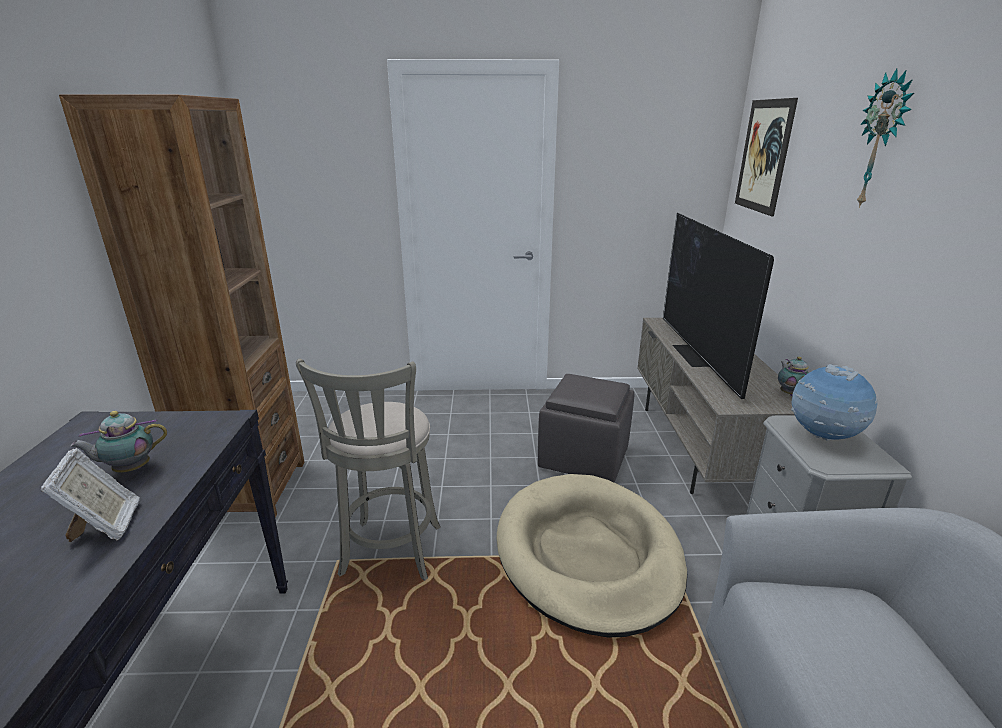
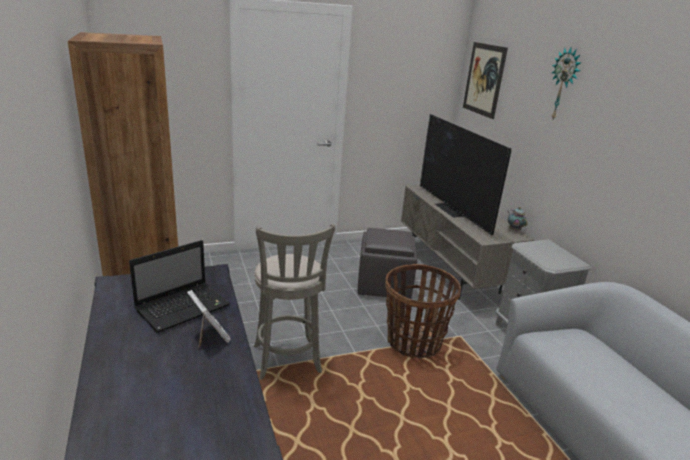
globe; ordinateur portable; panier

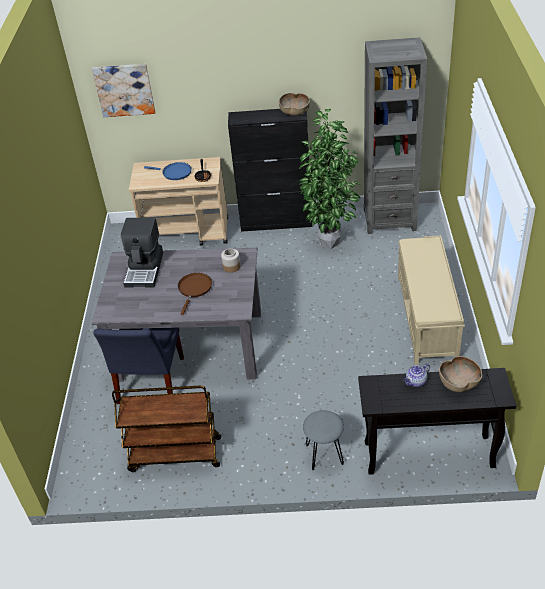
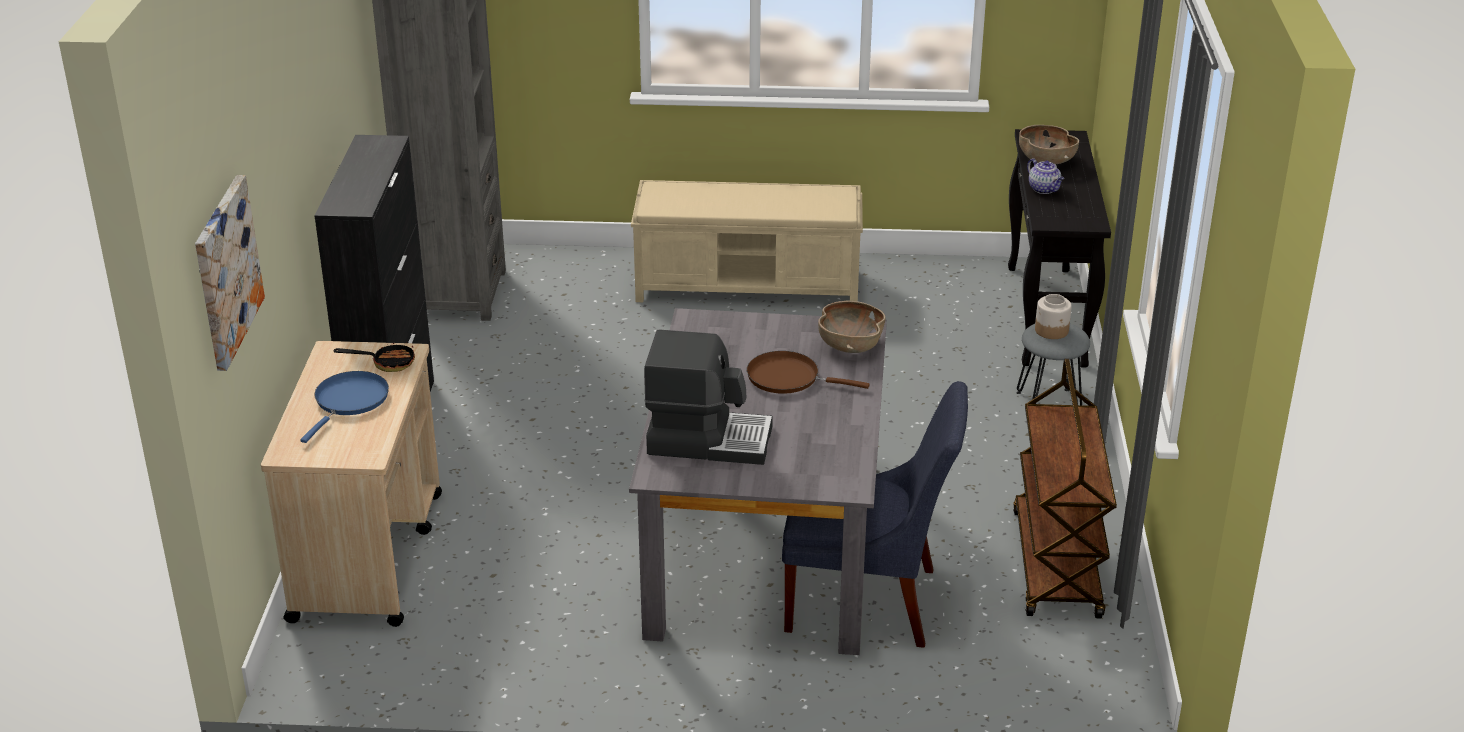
plante en pot; bocal; bol [marron] (1st from left)

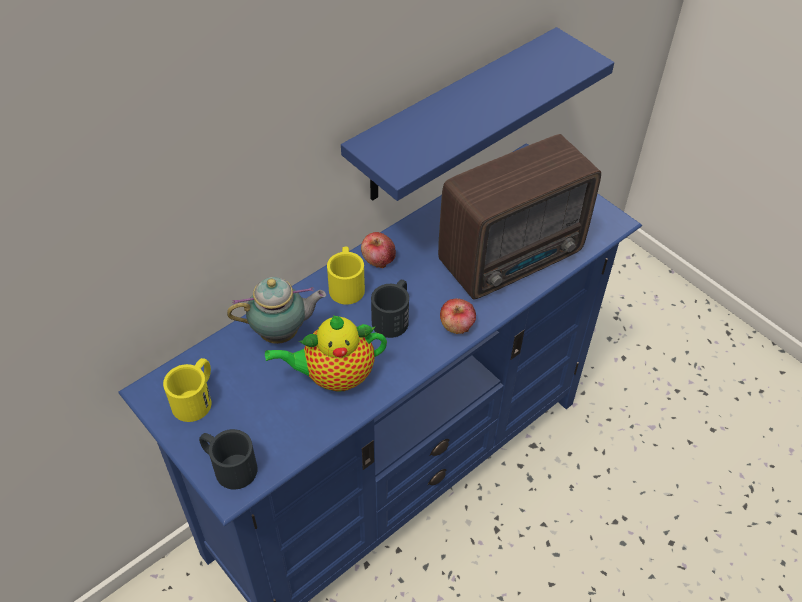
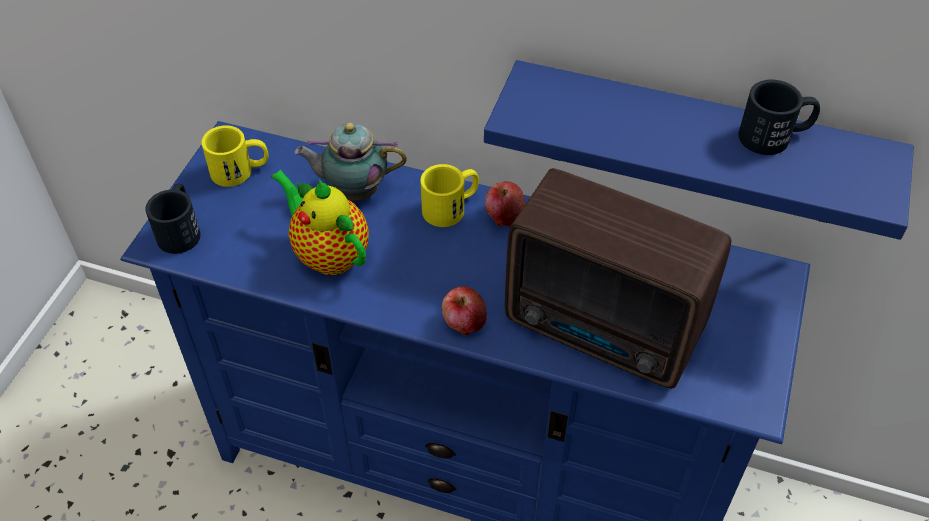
mug [noir] (2nd from left); théière (2nd from left)

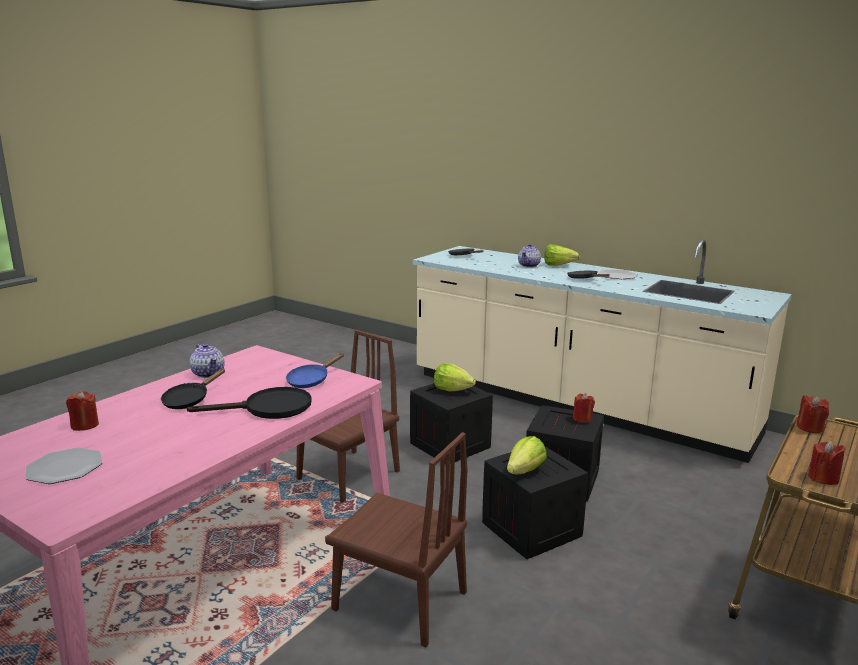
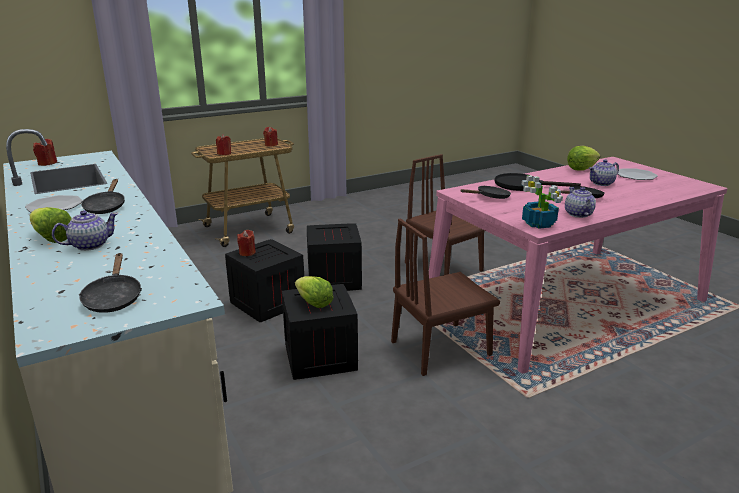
plante en pot; théière (3rd from left); bougie [rouge] (1st from left); laitue (3rd from left); poêle [noir] (3rd from left)

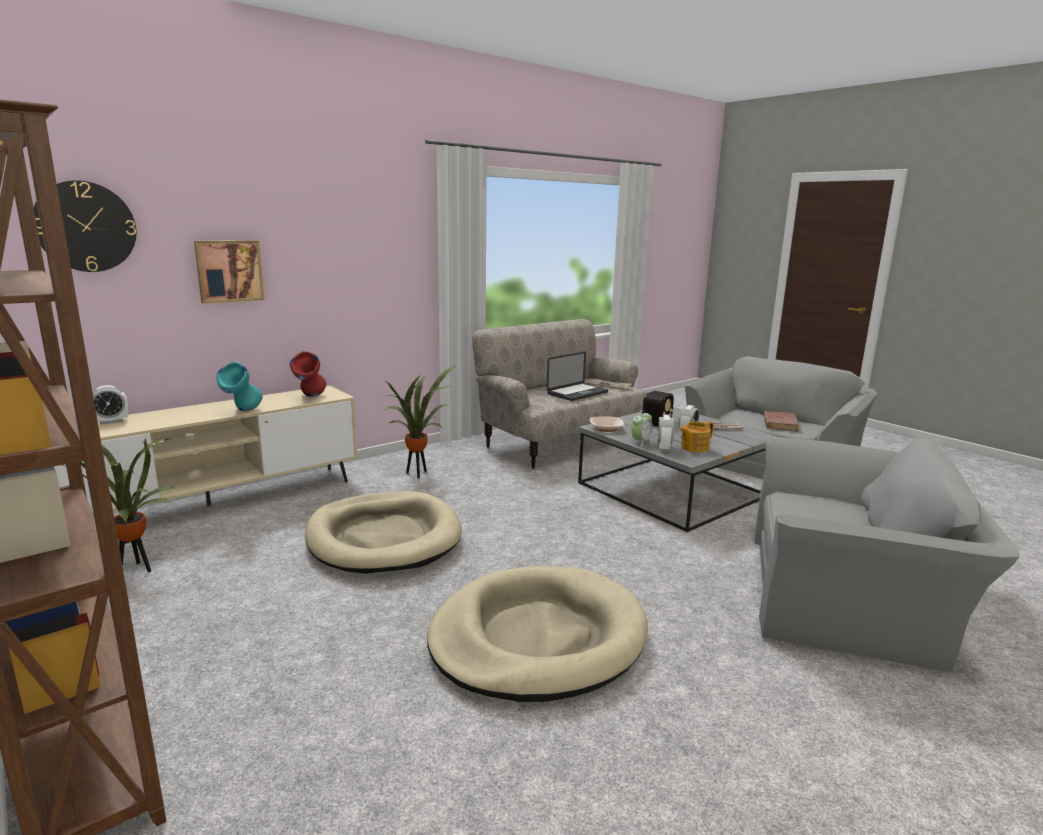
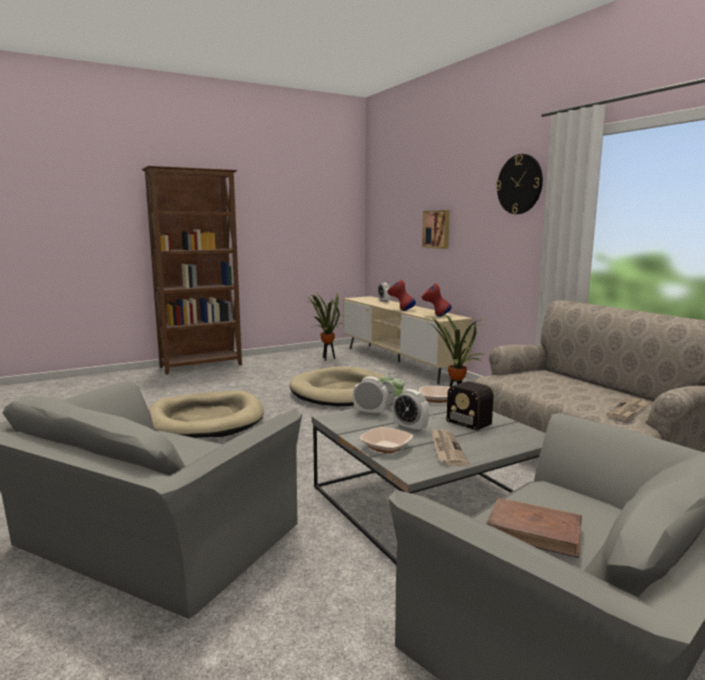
ordinateur portable; théière; bol (1st from left); horloge murale; vase [rouge] (1st from left)

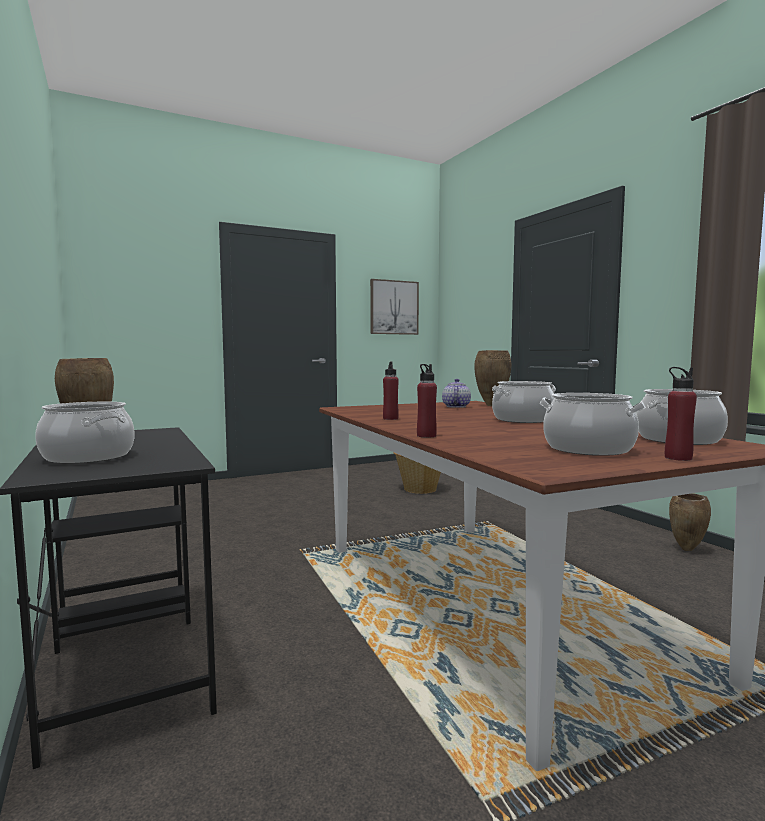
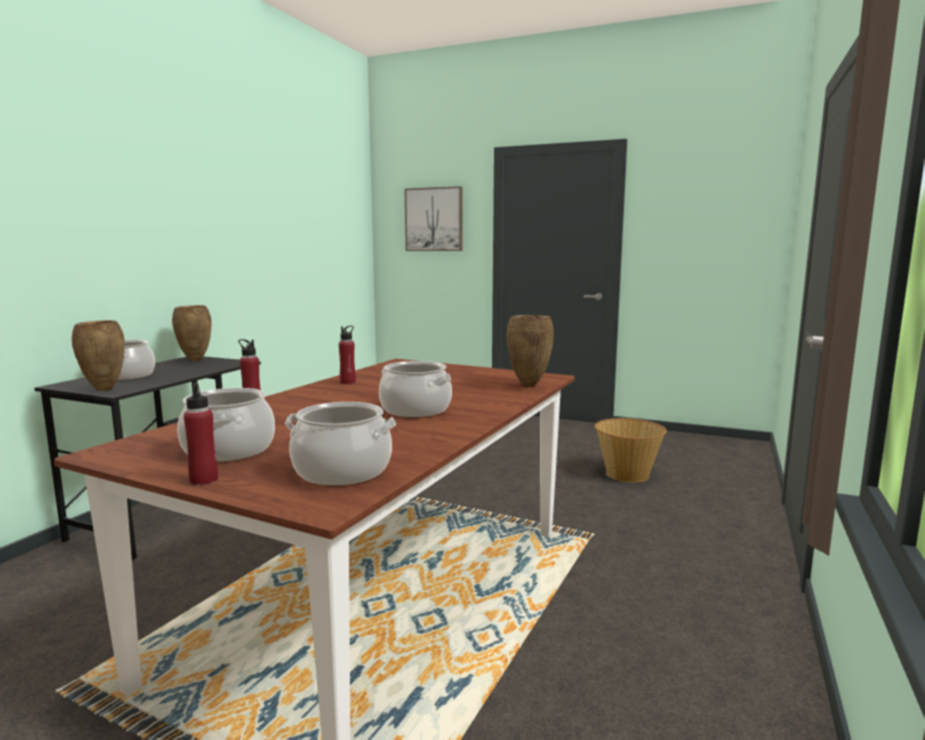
théière; tableau; vase [marron] (1st from left)

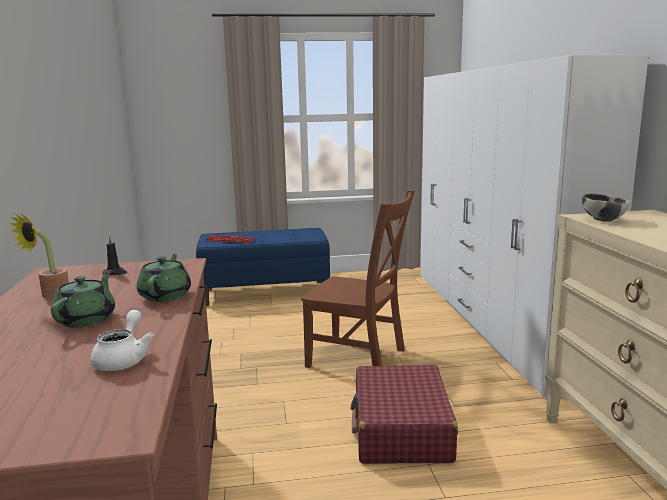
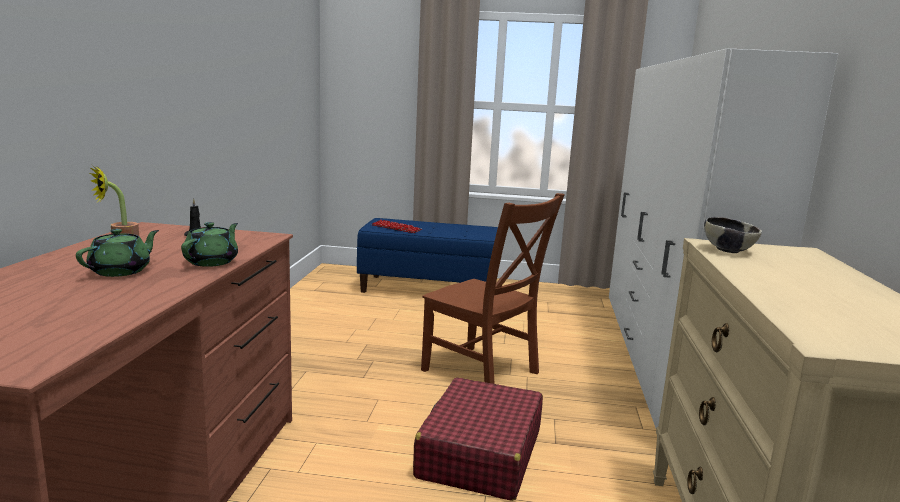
théière [blanc]

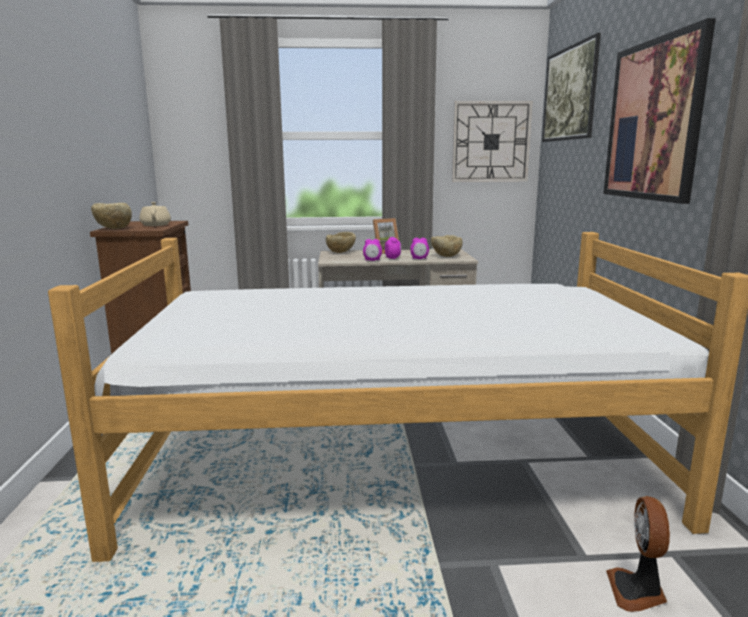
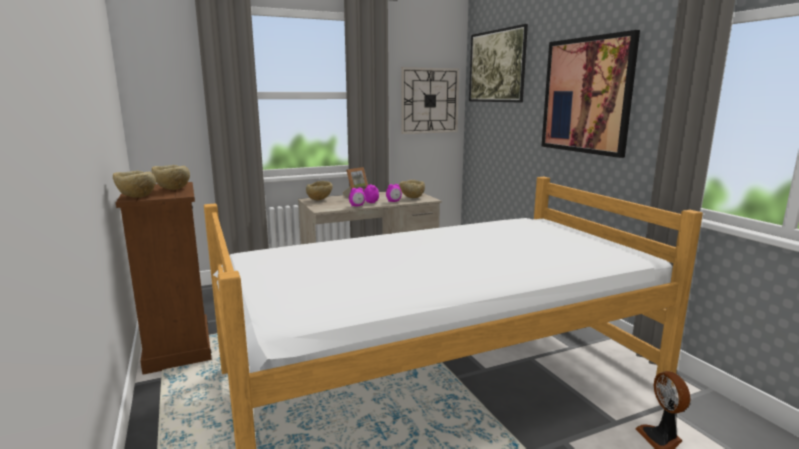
bol [beige] (2nd from left)

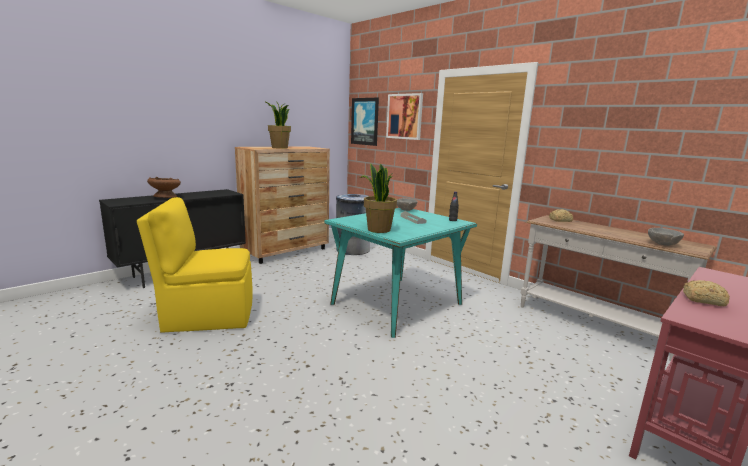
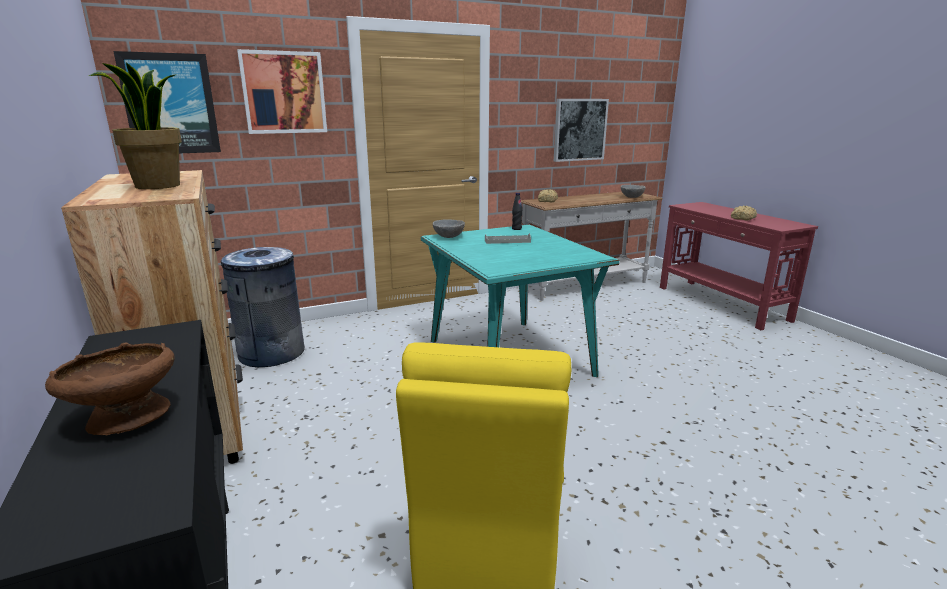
plante en pot (2nd from left in the first image); tableau (3rd from left)

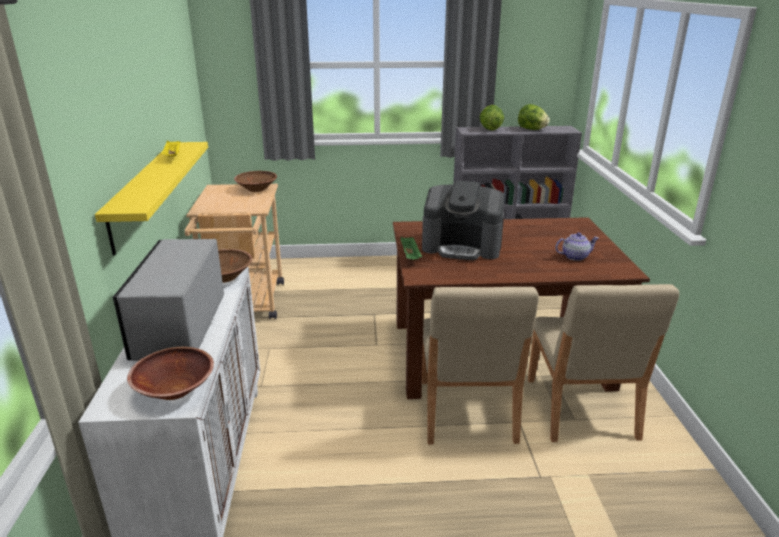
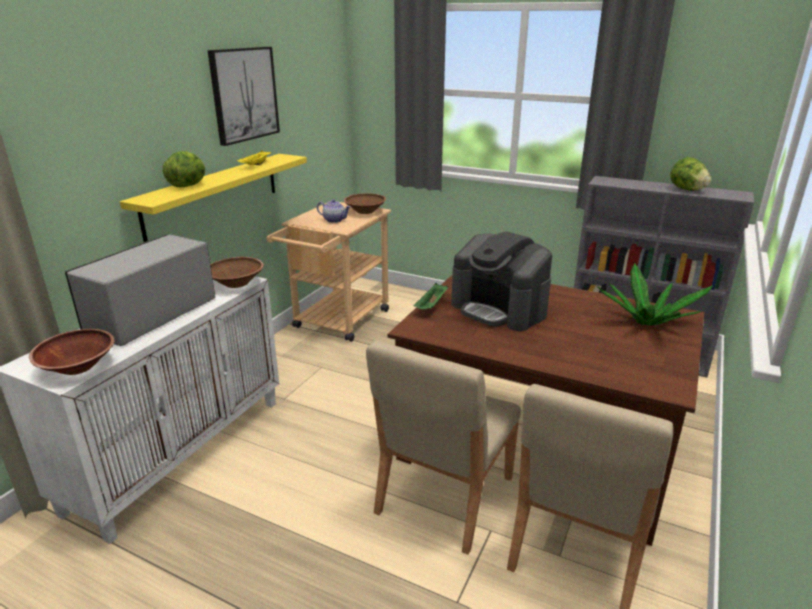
tableau; plante en pot; laitue (1st from left); théière

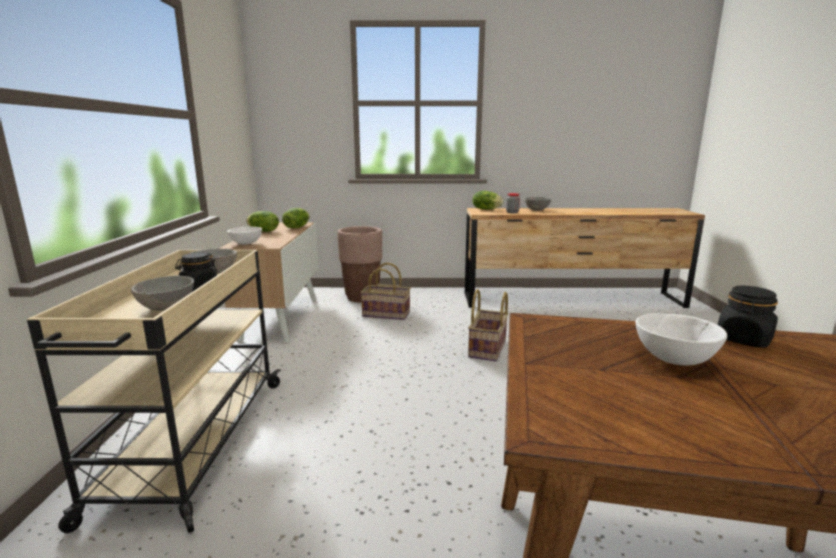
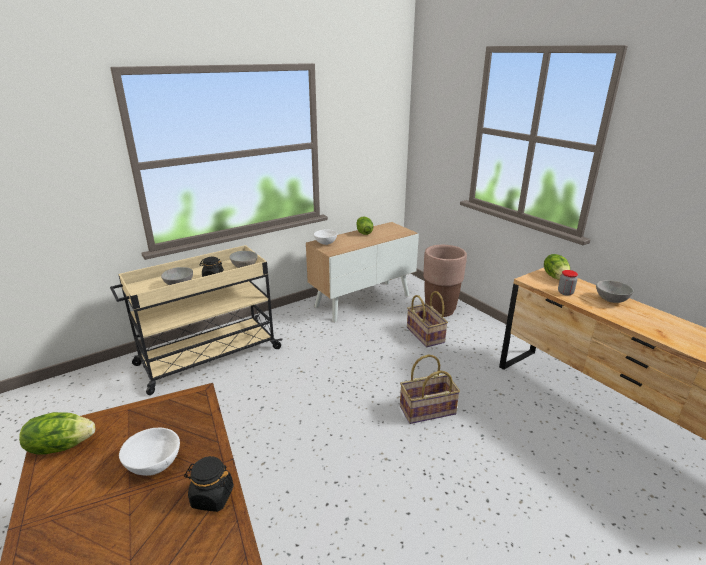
laitue (1st from left)

